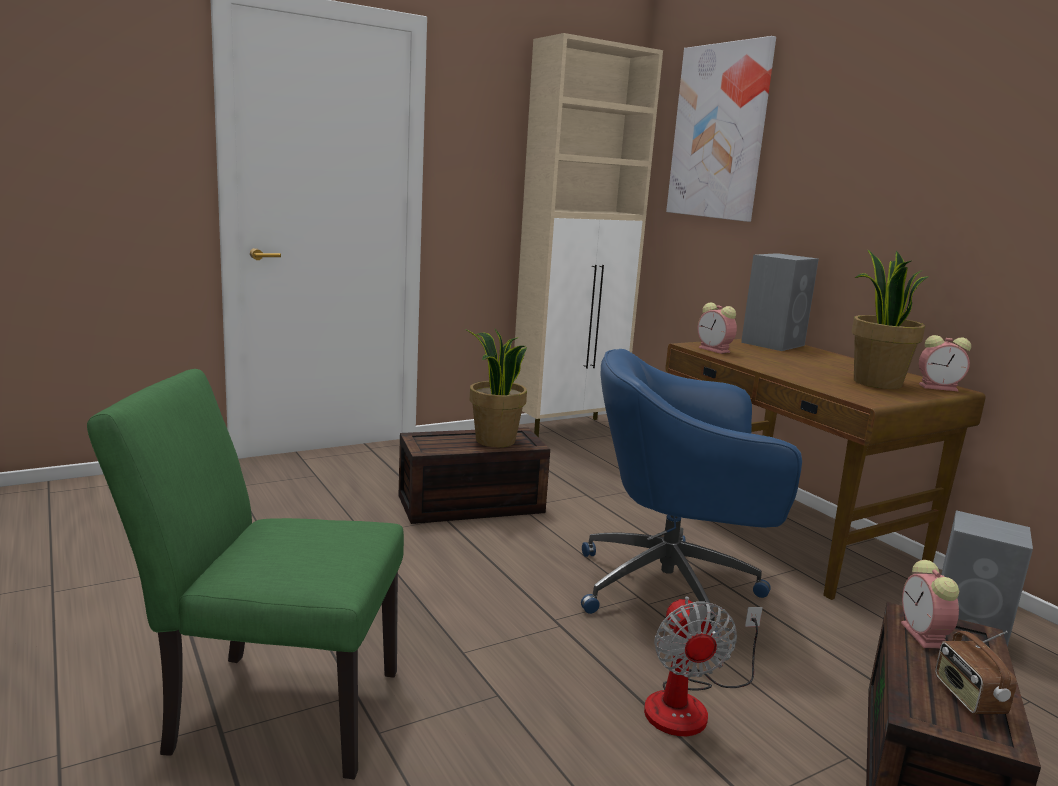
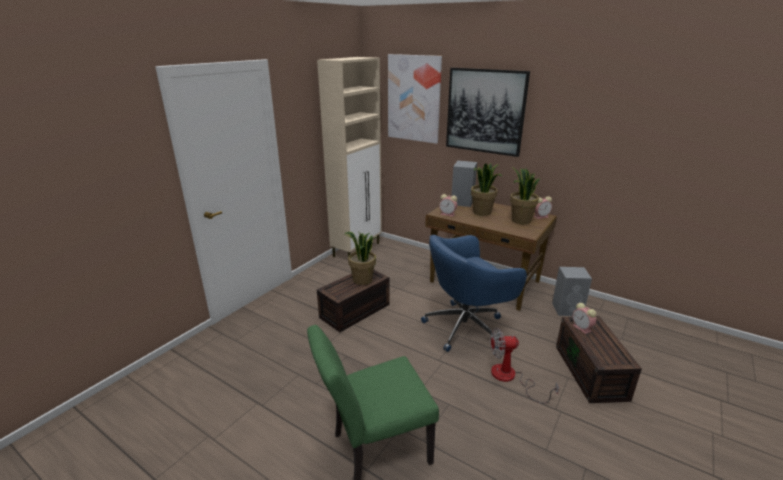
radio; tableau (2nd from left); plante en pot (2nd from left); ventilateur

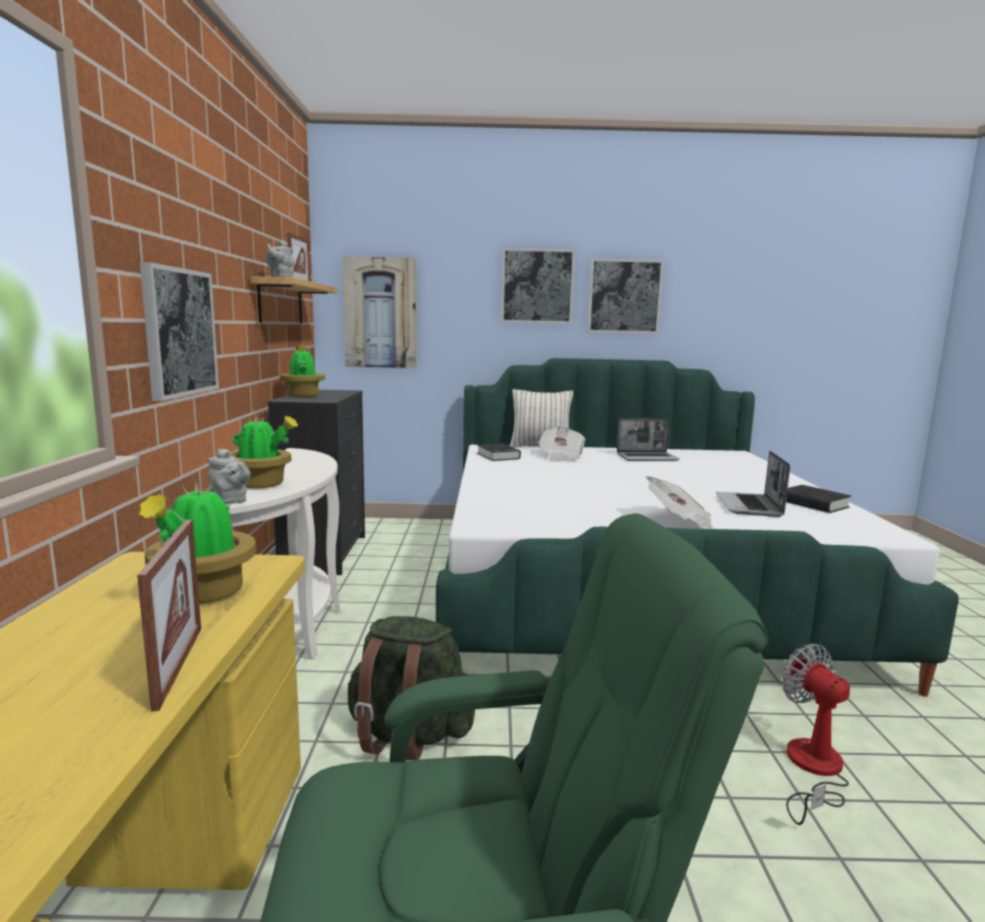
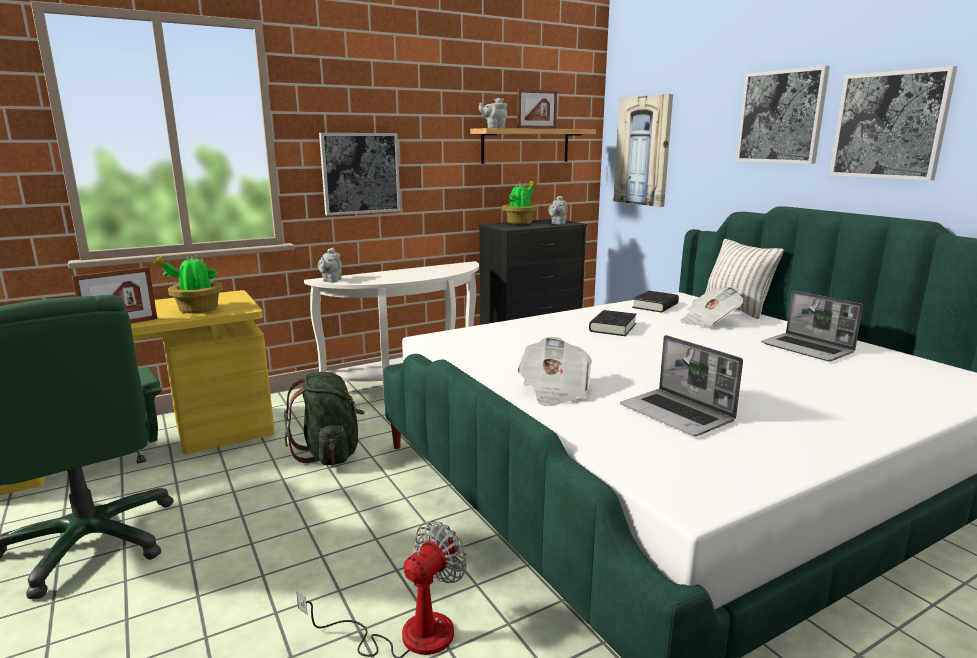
plante en pot (2nd from left in the first image); théière [gris] (3rd from left); livre [noir] (1st from left); ordinateur portable (1st from left)

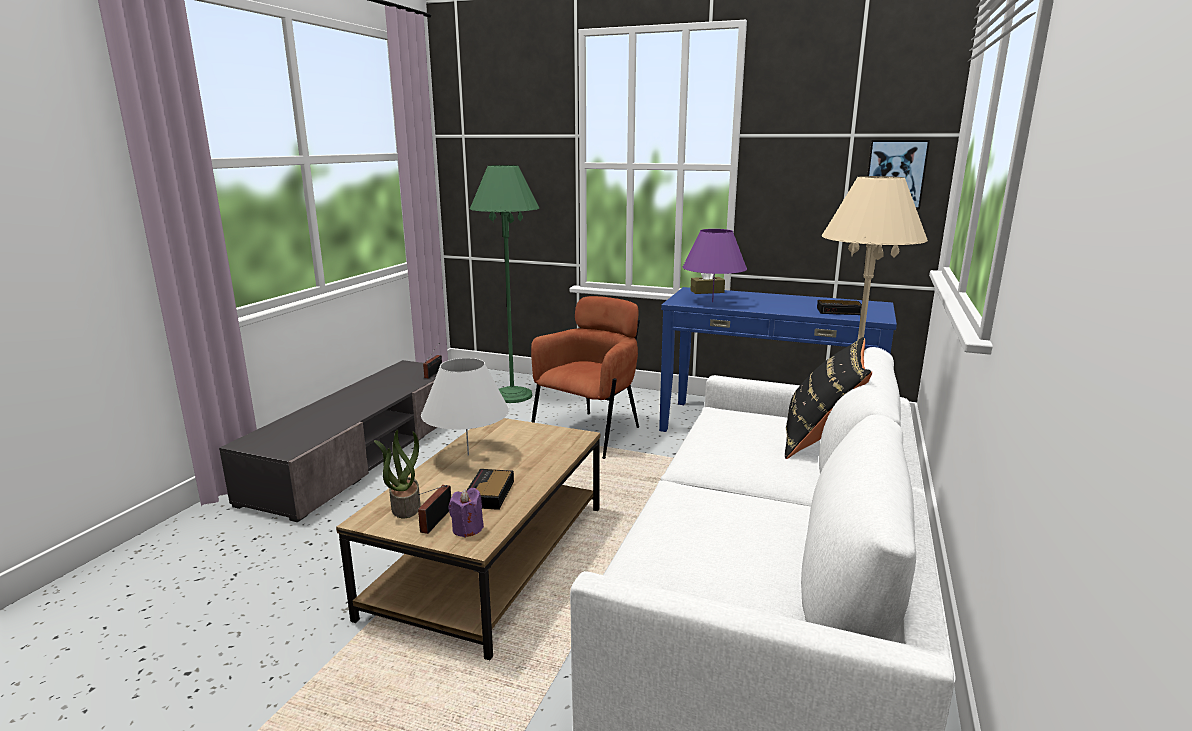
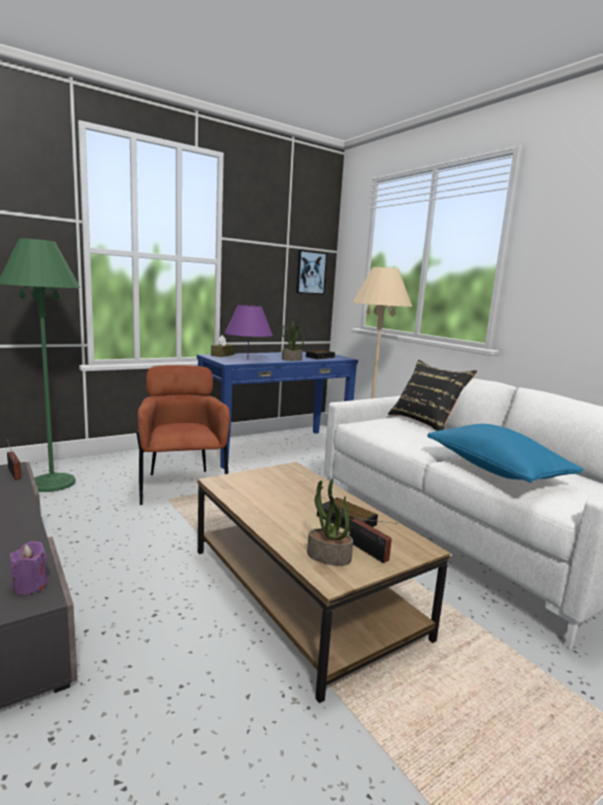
lampe de table [blanc]; plante en pot (1st from left); coussin [bleu]; bougie [violet]

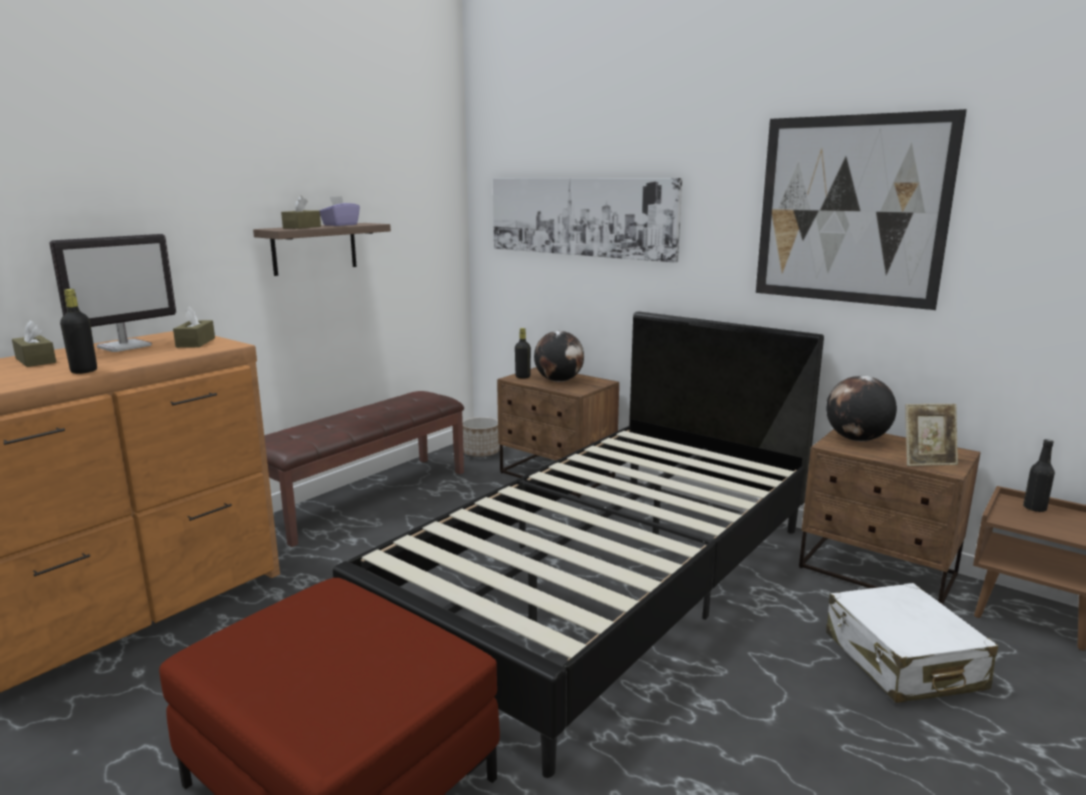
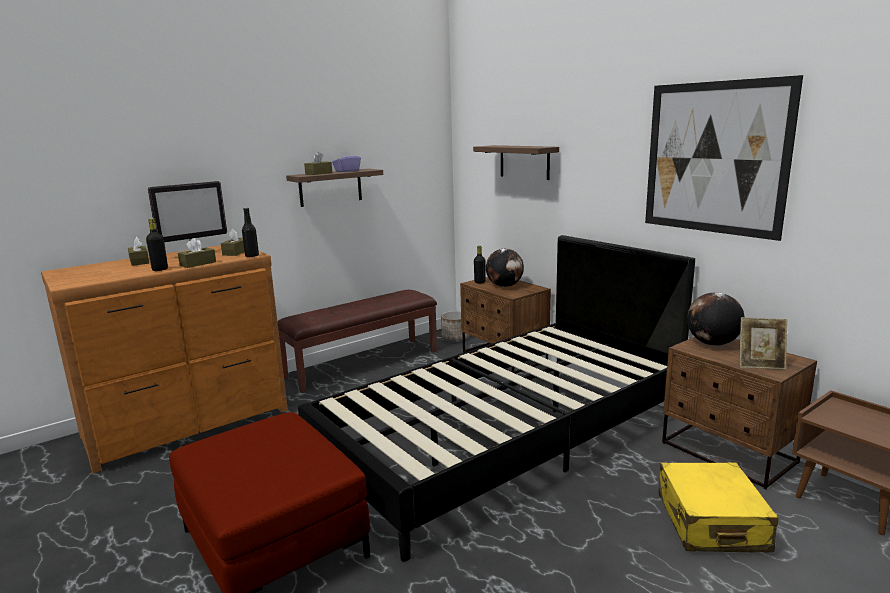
boîte à mouchoirs [marron] (2nd from left); bouteille [noir] (2nd from left); étagère (2nd from left); valise [jaune]

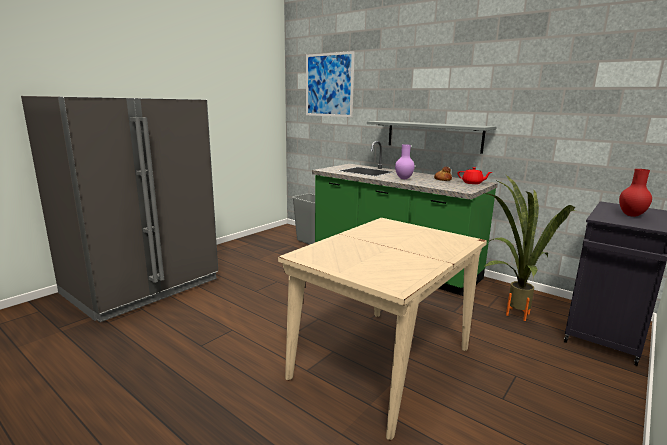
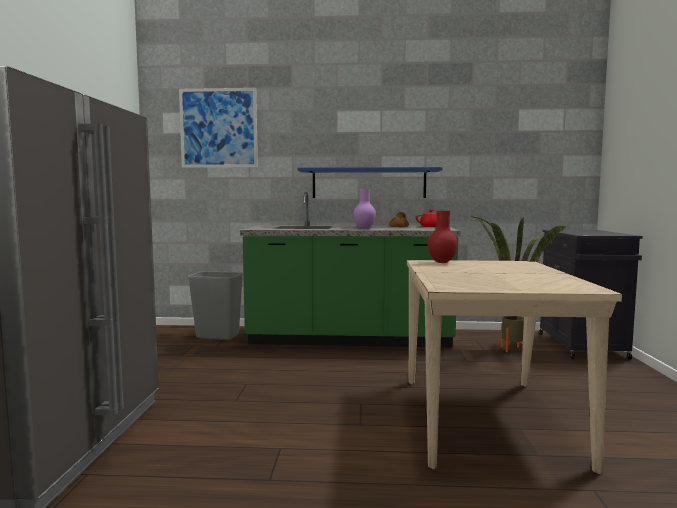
vase [rouge]; étagère [bleu]

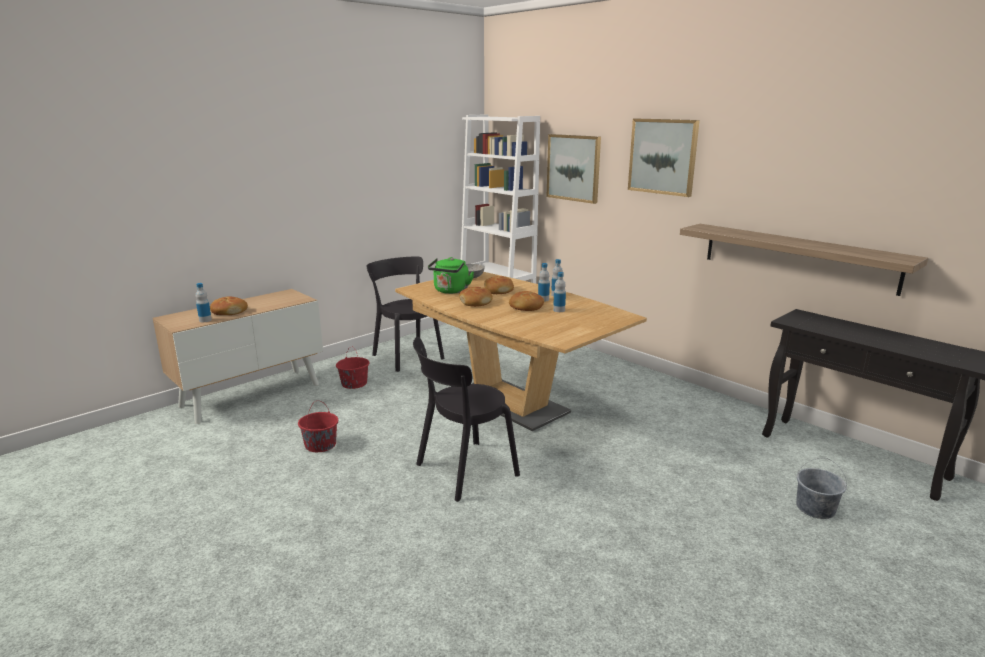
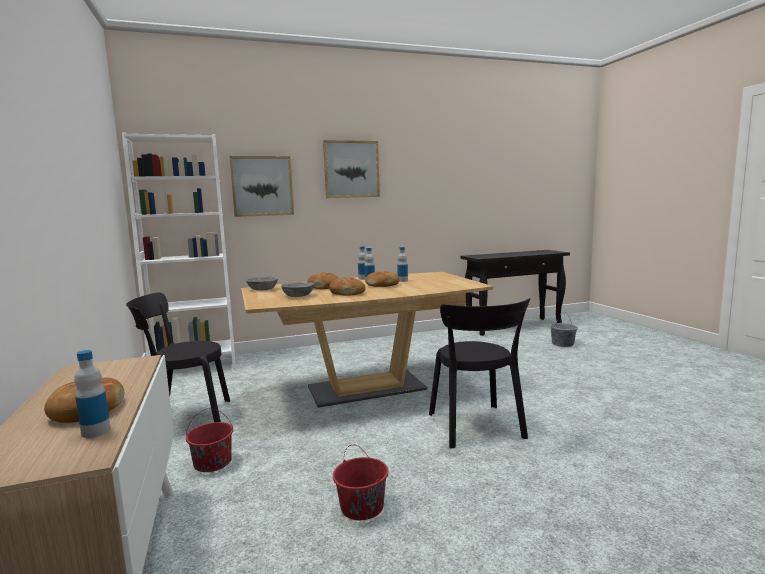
étagère; bol [gris] (2nd from left)

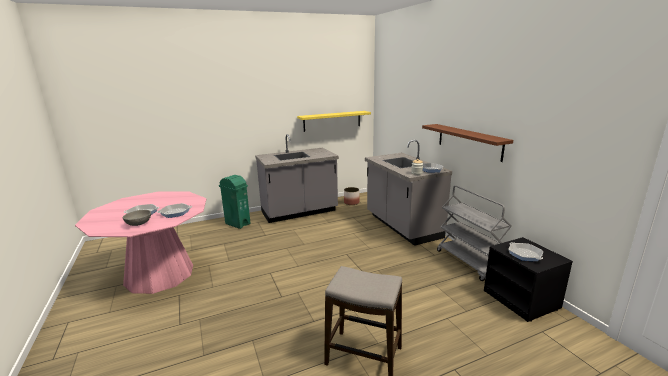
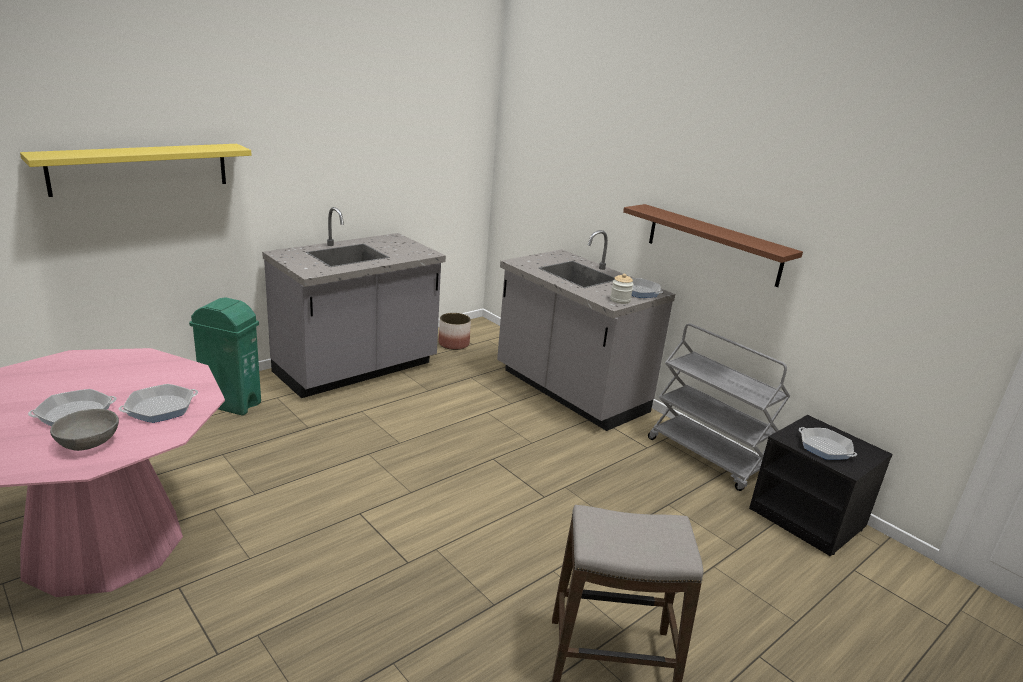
étagère [jaune]

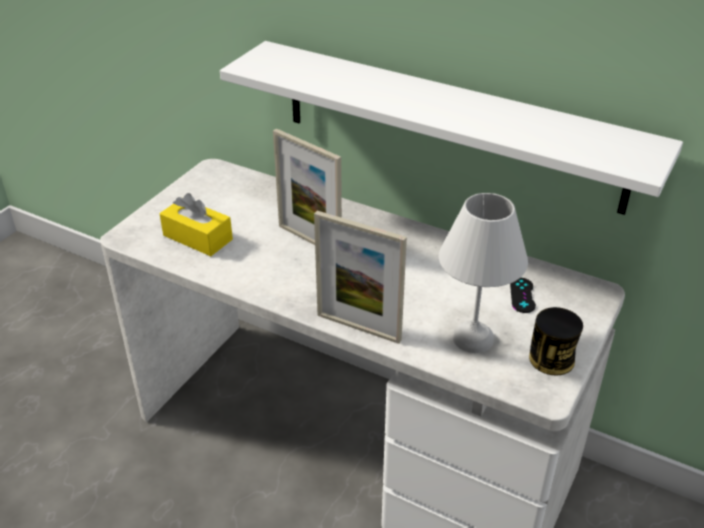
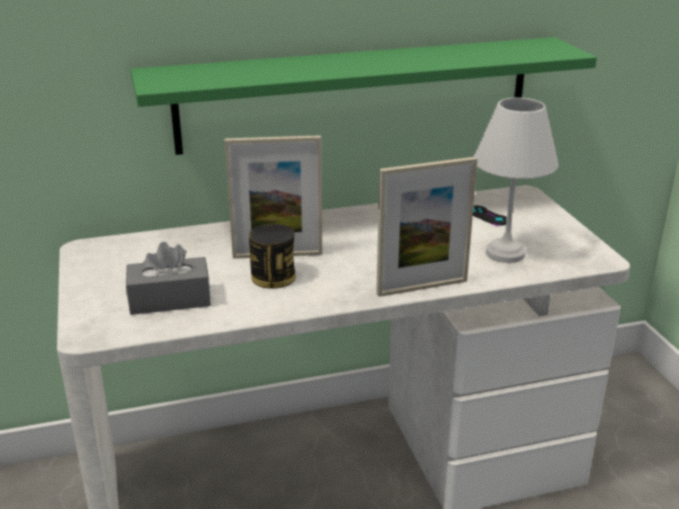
boîte métallique; boîte à mouchoirs [gris]; étagère [vert]

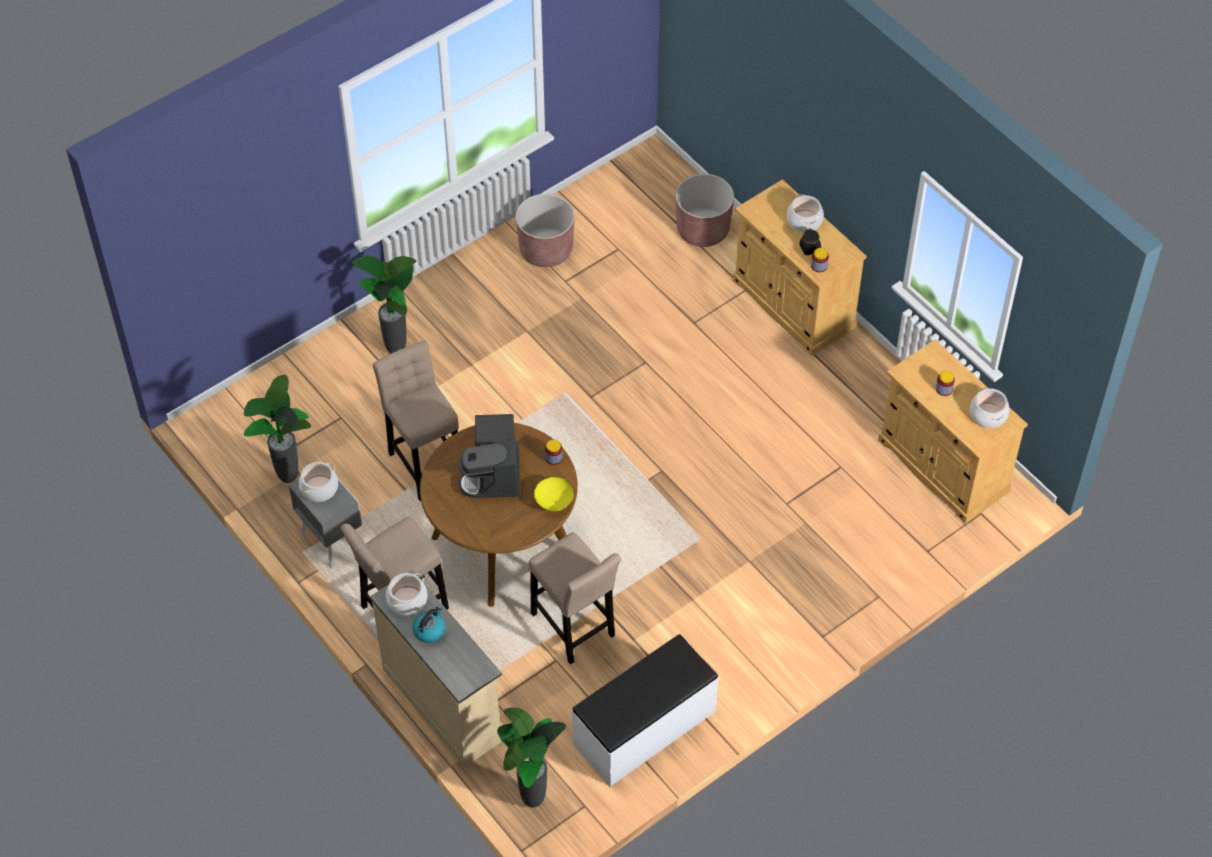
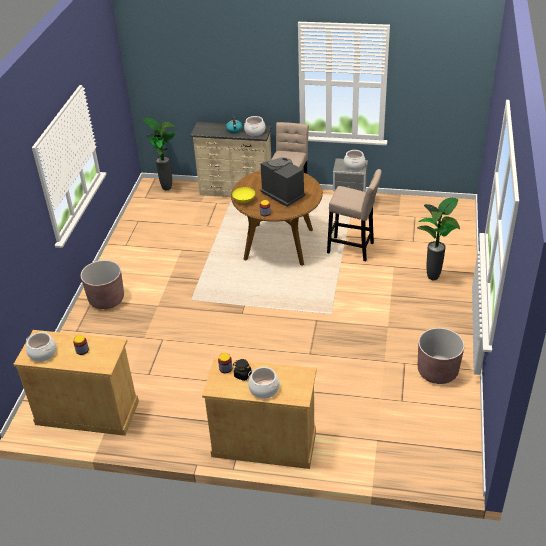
plante en pot (1st from left in the first image); tabouret [beige] (3rd from left in the first image); banc [blanc]; cache-pot [marron] (1st from left)

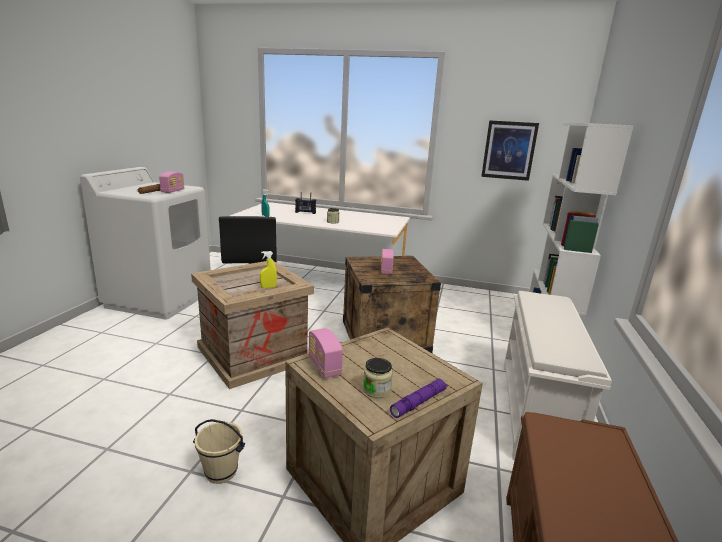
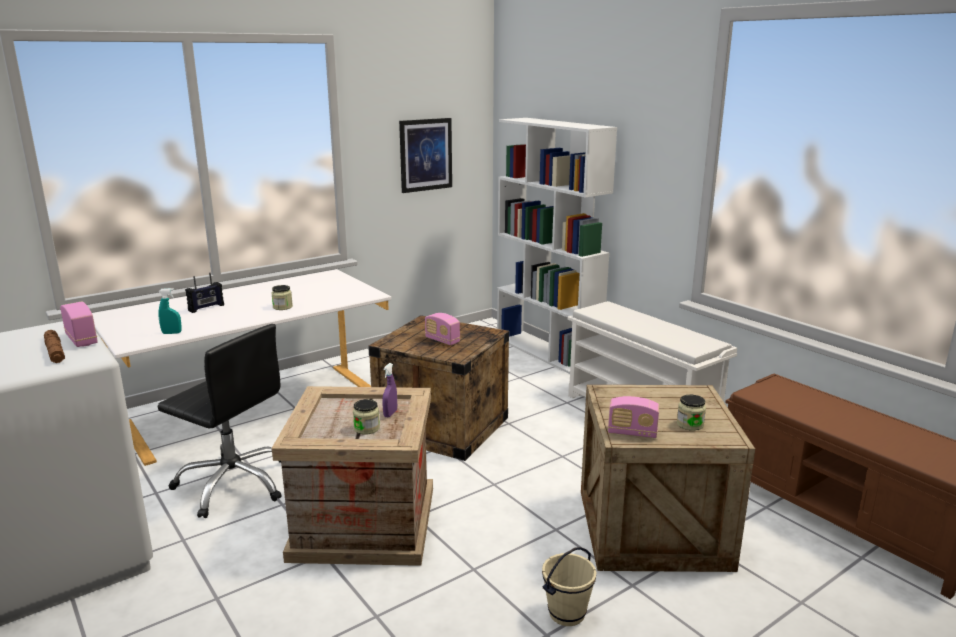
lampe de poche [violet]; bocal (2nd from left); vaporisateur [violet]

